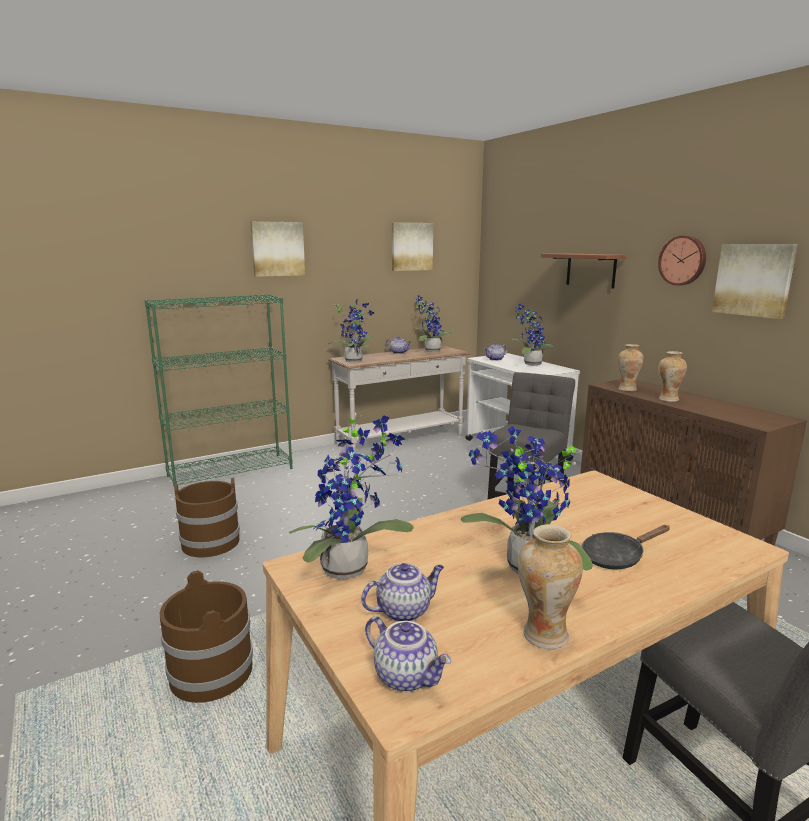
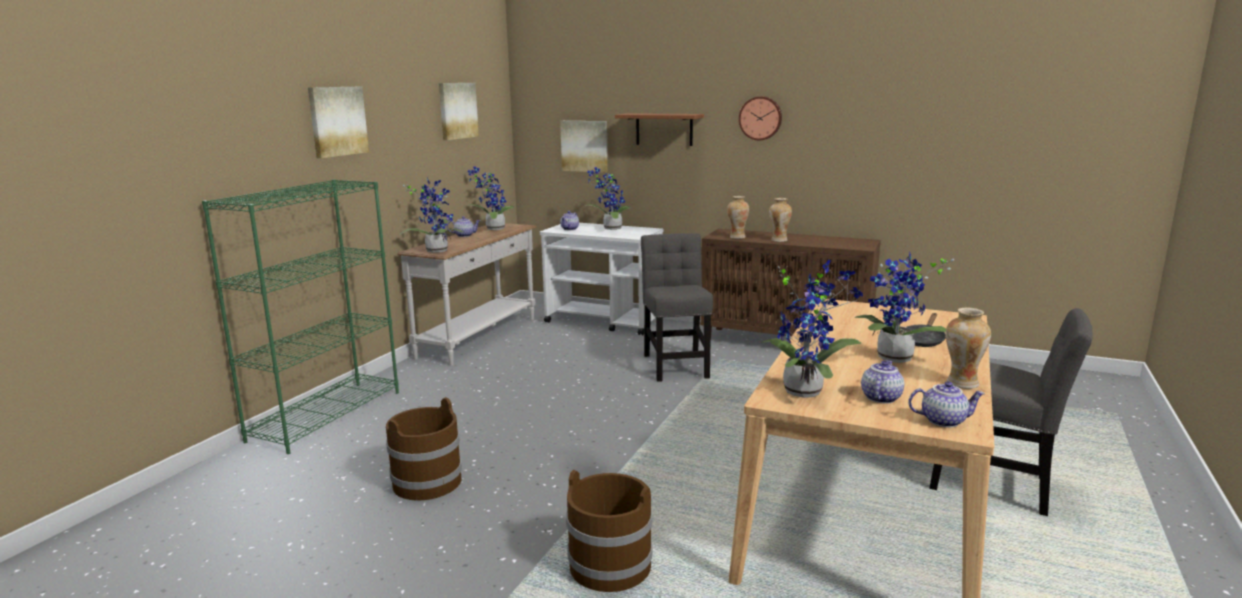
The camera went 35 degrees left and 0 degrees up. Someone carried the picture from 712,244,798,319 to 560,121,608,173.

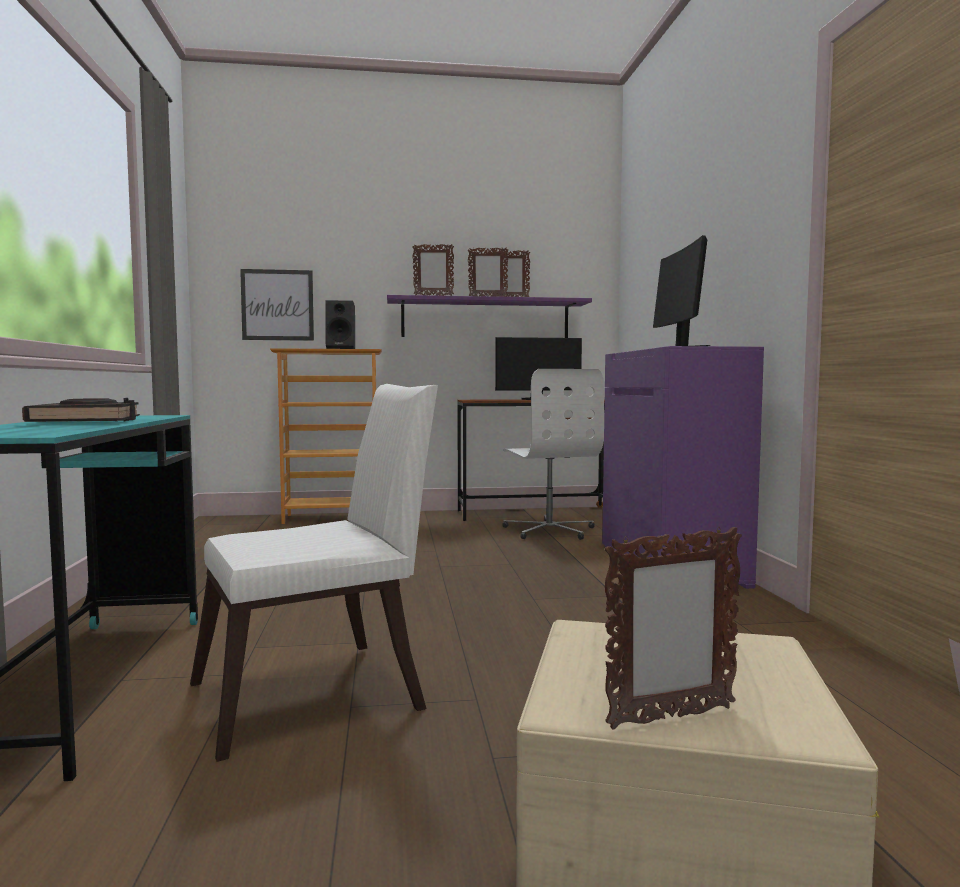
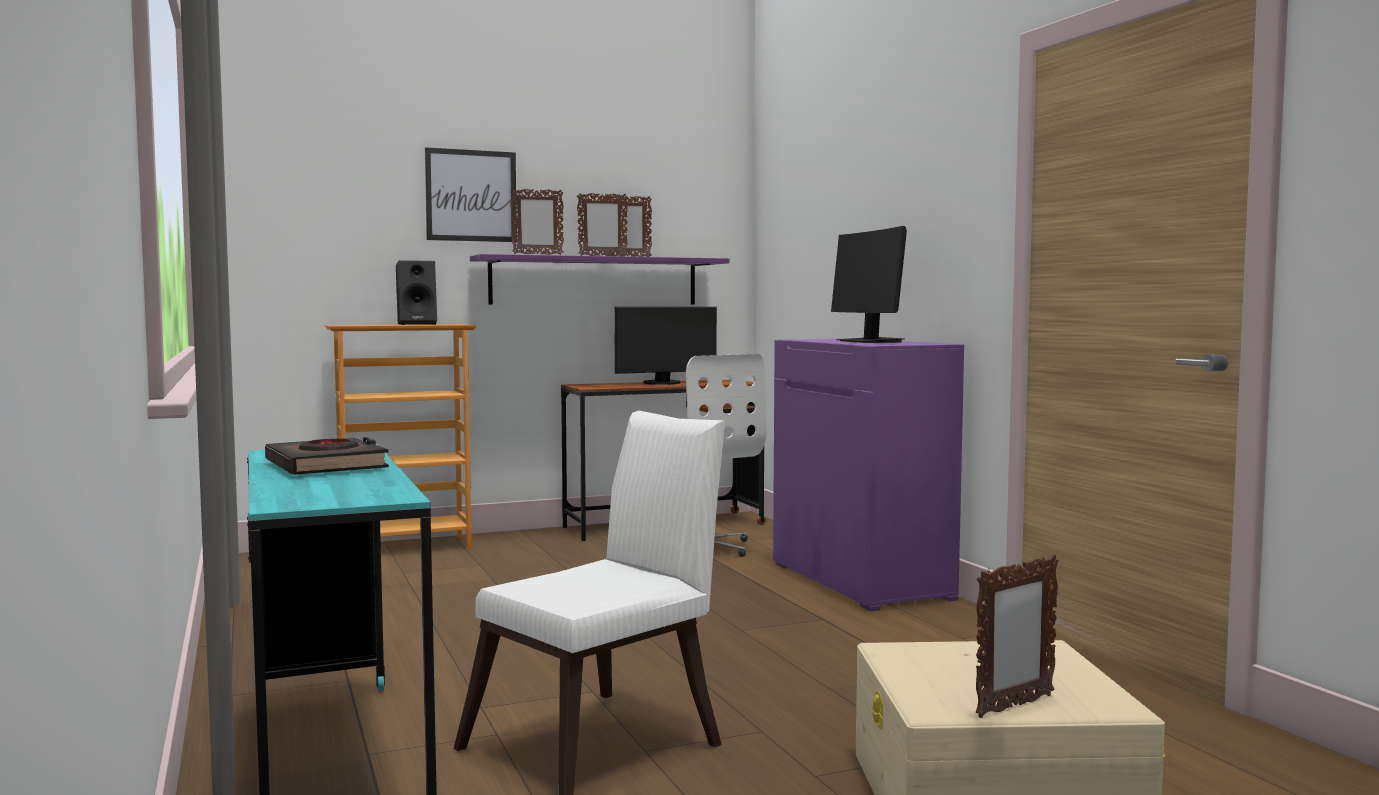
The camera went 15 degrees left and 0 degrees up. Someone carried the picture from 240,269,314,341 to 425,147,517,242.

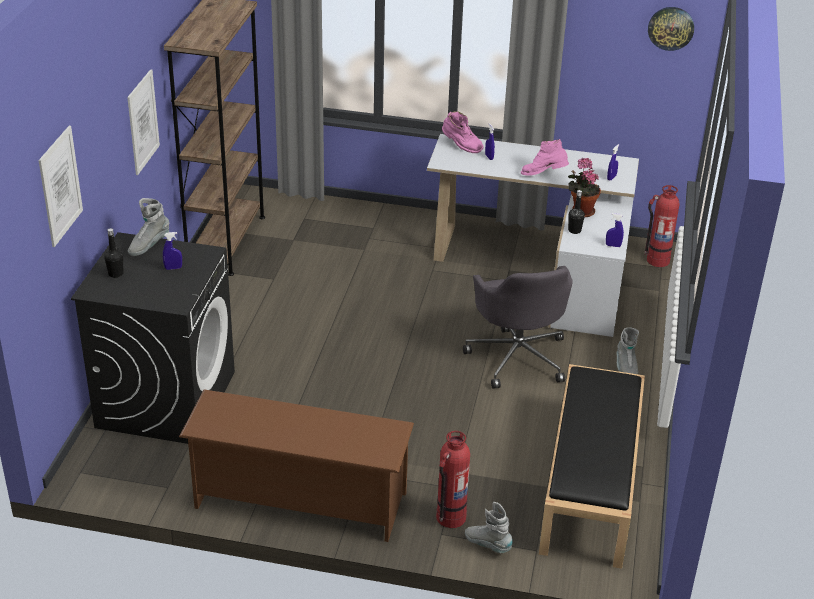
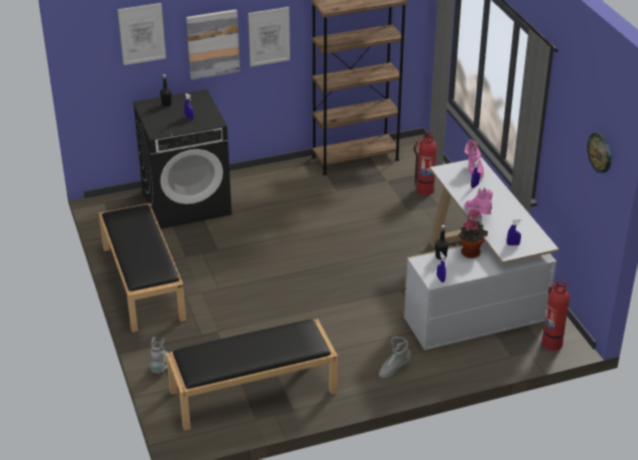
The camera went 60 degrees right and 0 degrees up. Someone took away the grey boot at 128,198,170,256. Someone took away the grey office chair at 463,266,572,389. Someone put up the picture at 186,9,240,80. Someone carried the fire extinguisher from 436,431,470,528 to 414,133,437,195. Someone swapped the brown shoe rack at 179,389,414,542 for the black bench at 99,203,186,332.

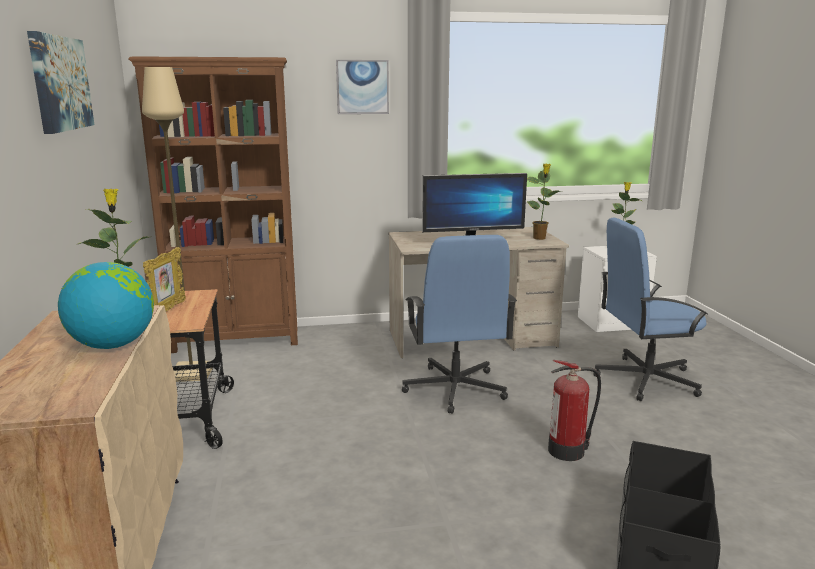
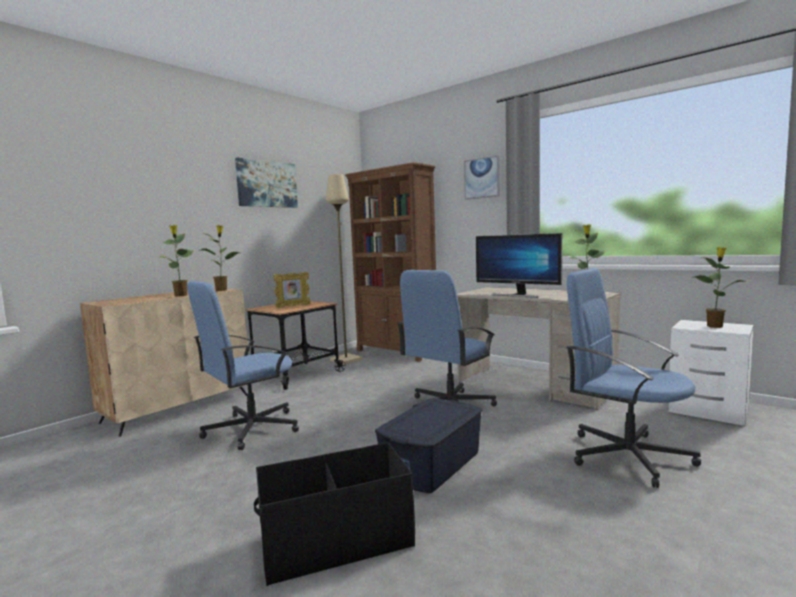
The camera went 50 degrees right and 10 degrees down. Someone put down the blue office chair at 187,281,299,450. Someone swapped the globe at 58,262,154,349 for the potted plant at 158,225,194,297. Someone swapped the fire extinguisher at 548,360,601,461 for the blue storage box at 375,398,482,493.

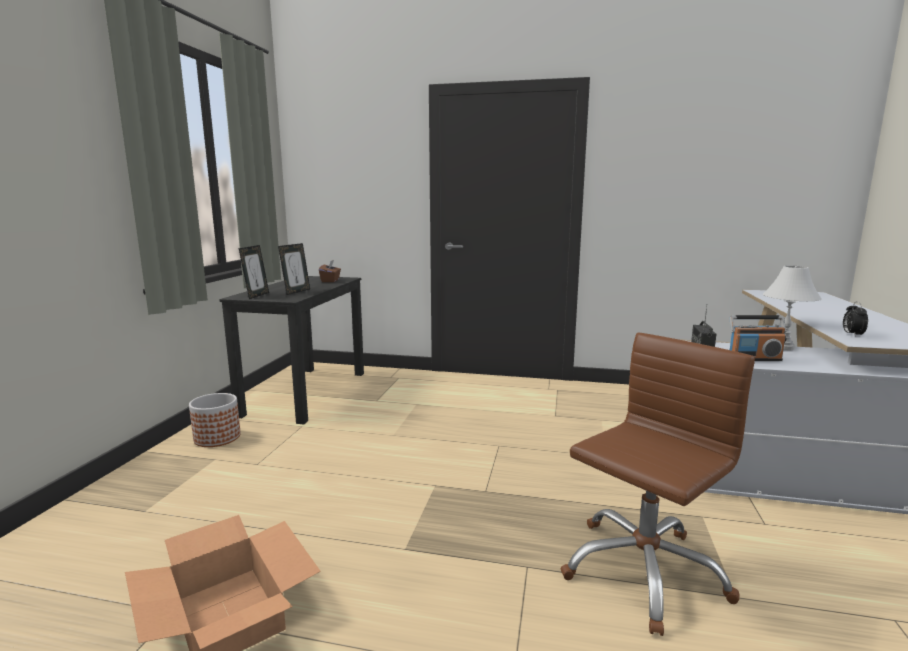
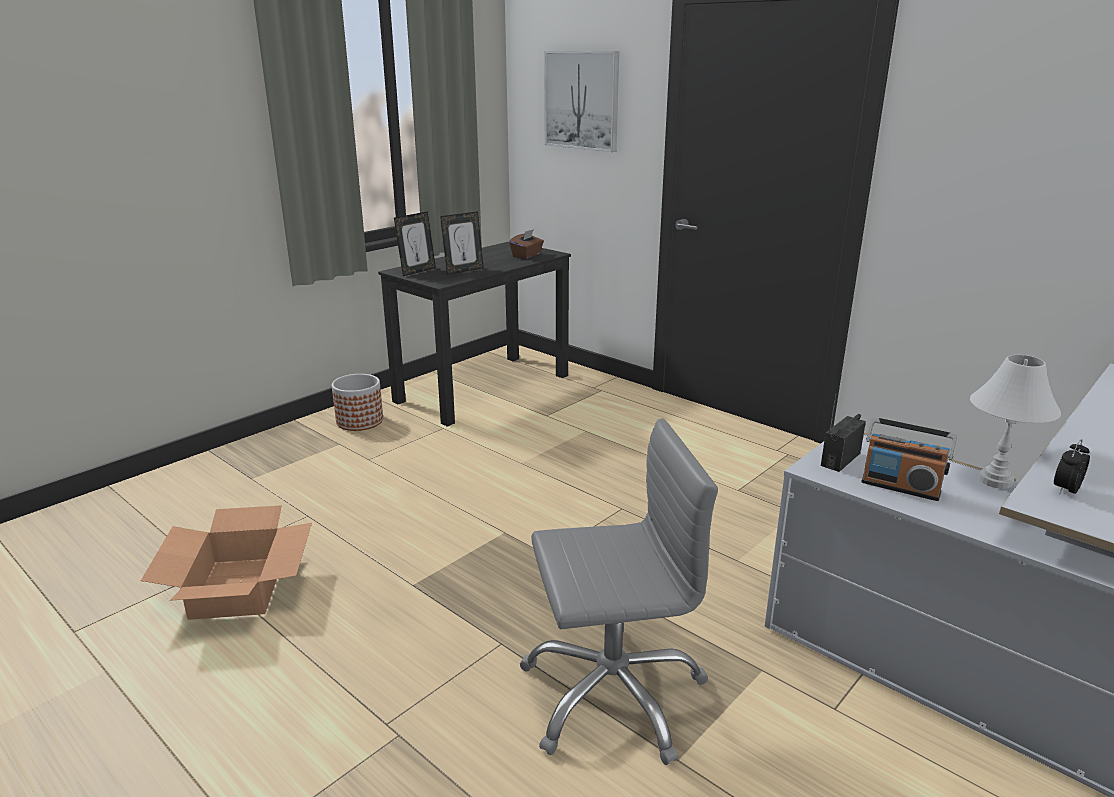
The camera went 30 degrees right and 10 degrees up. Someone put up the picture at 544,51,619,152. Someone repainted the brown office chair at 561,332,755,636, which became the grey office chair at 520,418,718,765.

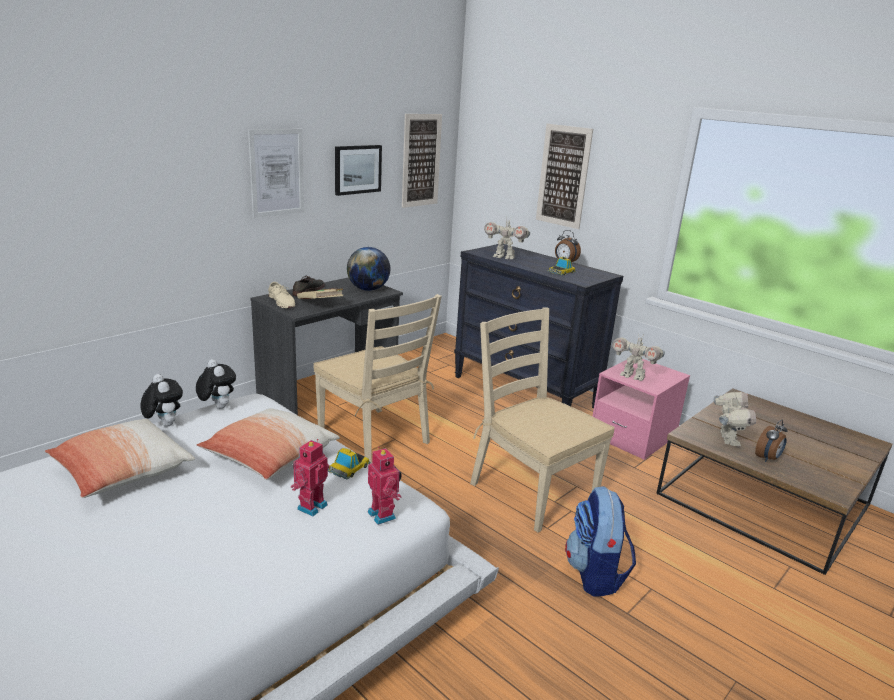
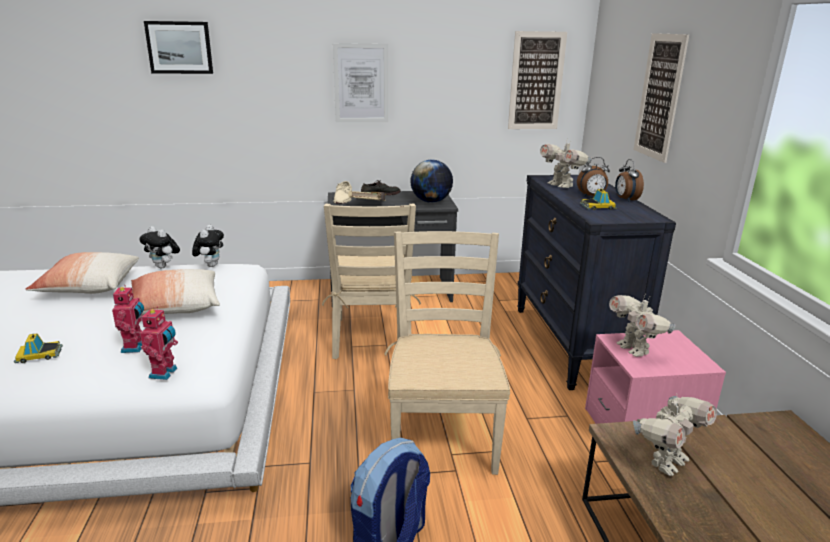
The camera went 40 degrees right and 0 degrees up. Someone carried the toy car from 328,448,371,480 to 14,333,63,363. Someone carried the picture from 335,145,382,196 to 144,21,213,74. Someone carried the alarm clock from 755,420,787,462 to 577,157,610,197. Someone rotated the plush toy at 140,374,183,427 by 120 degrees clockwise. Someone rotated the toy robot at 291,439,329,516 by 105 degrees clockwise.

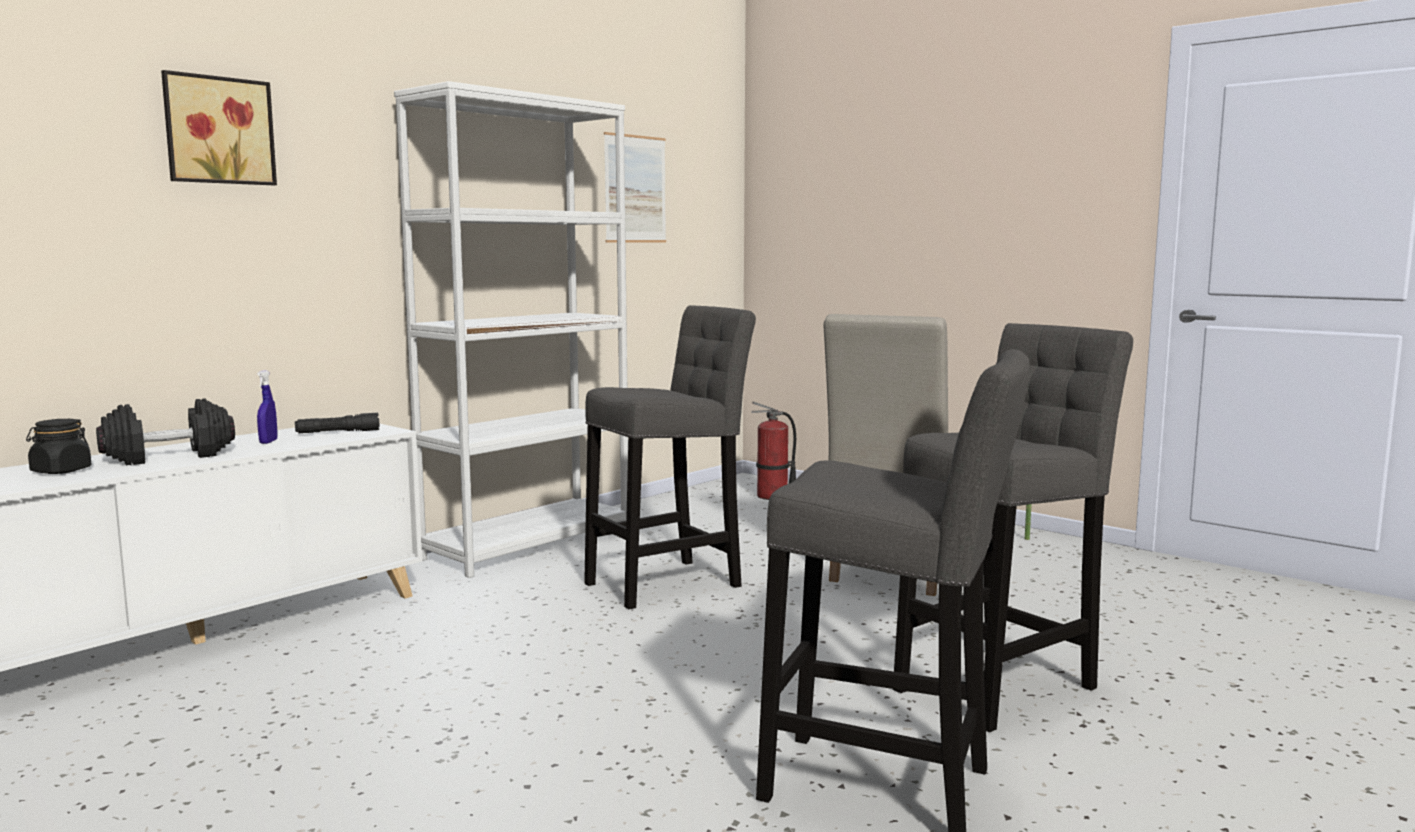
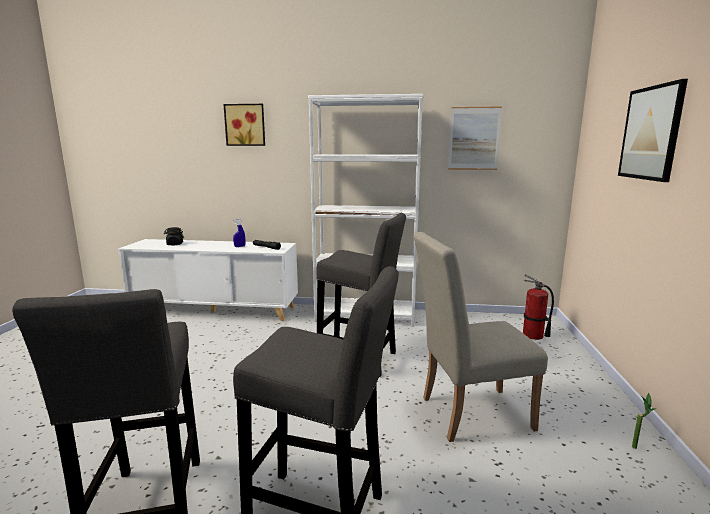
The camera went 55 degrees right and 5 degrees up. Someone took away the black dumbbell at 96,398,235,465. Someone put up the picture at 618,79,688,182.

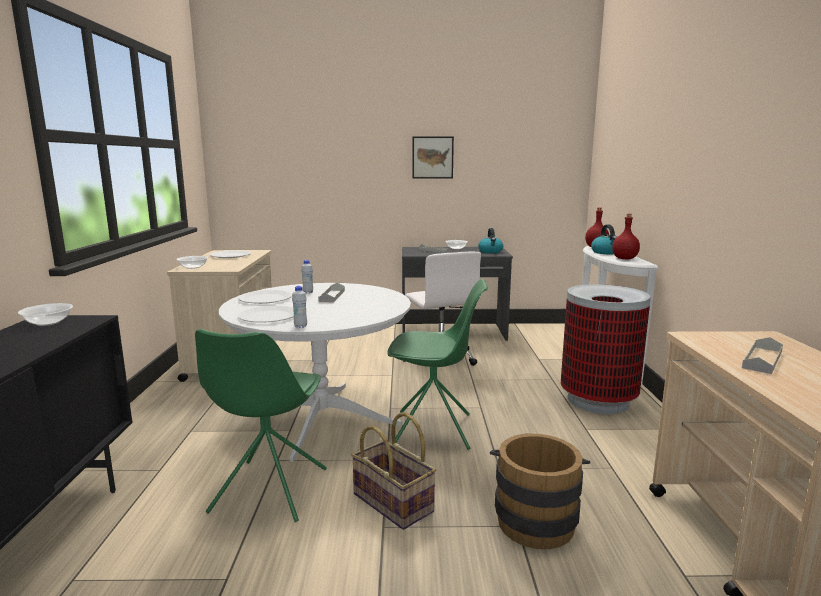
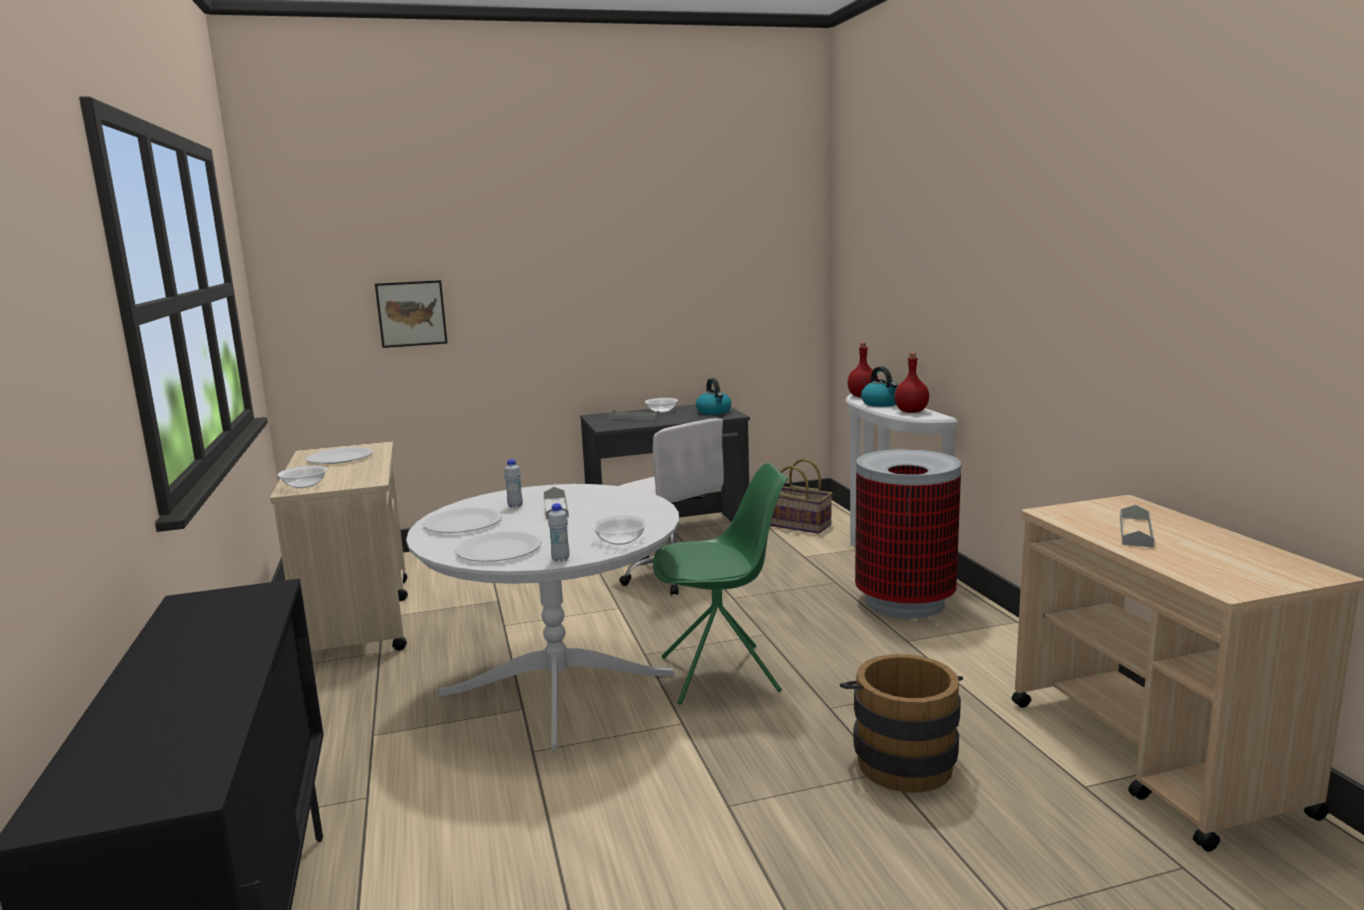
The camera went 15 degrees left and 0 degrees up. Someone took away the green chair at 195,329,327,522. Someone carried the bowl from 18,303,73,326 to 592,516,647,545. Someone carried the basket from 351,412,436,530 to 770,458,832,534. Someone carried the picture from 413,136,454,179 to 375,280,447,348.

